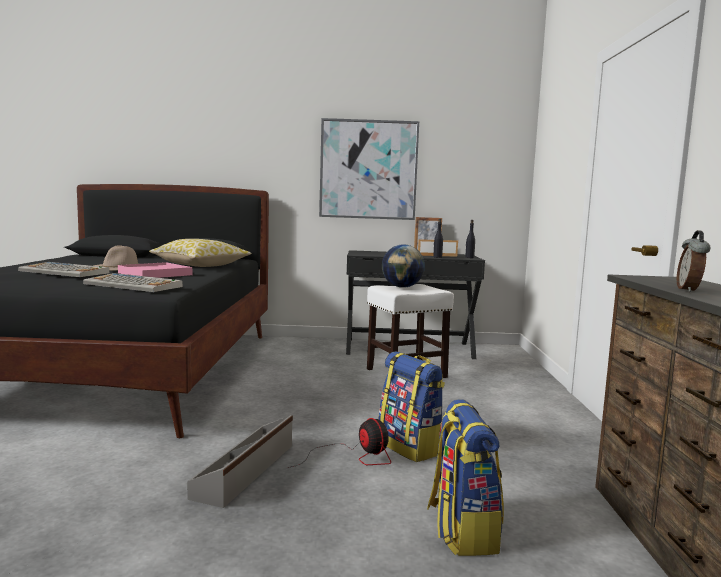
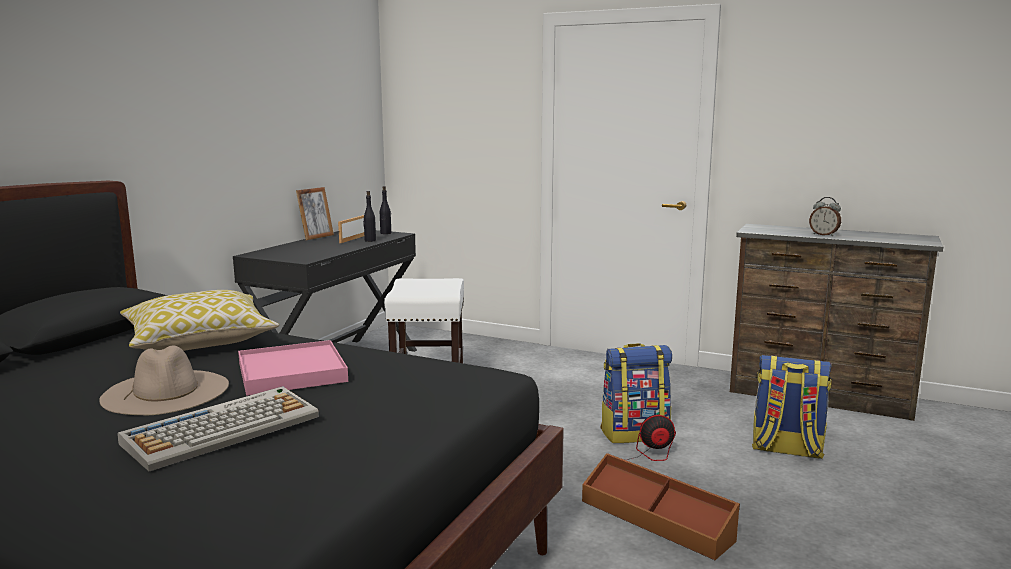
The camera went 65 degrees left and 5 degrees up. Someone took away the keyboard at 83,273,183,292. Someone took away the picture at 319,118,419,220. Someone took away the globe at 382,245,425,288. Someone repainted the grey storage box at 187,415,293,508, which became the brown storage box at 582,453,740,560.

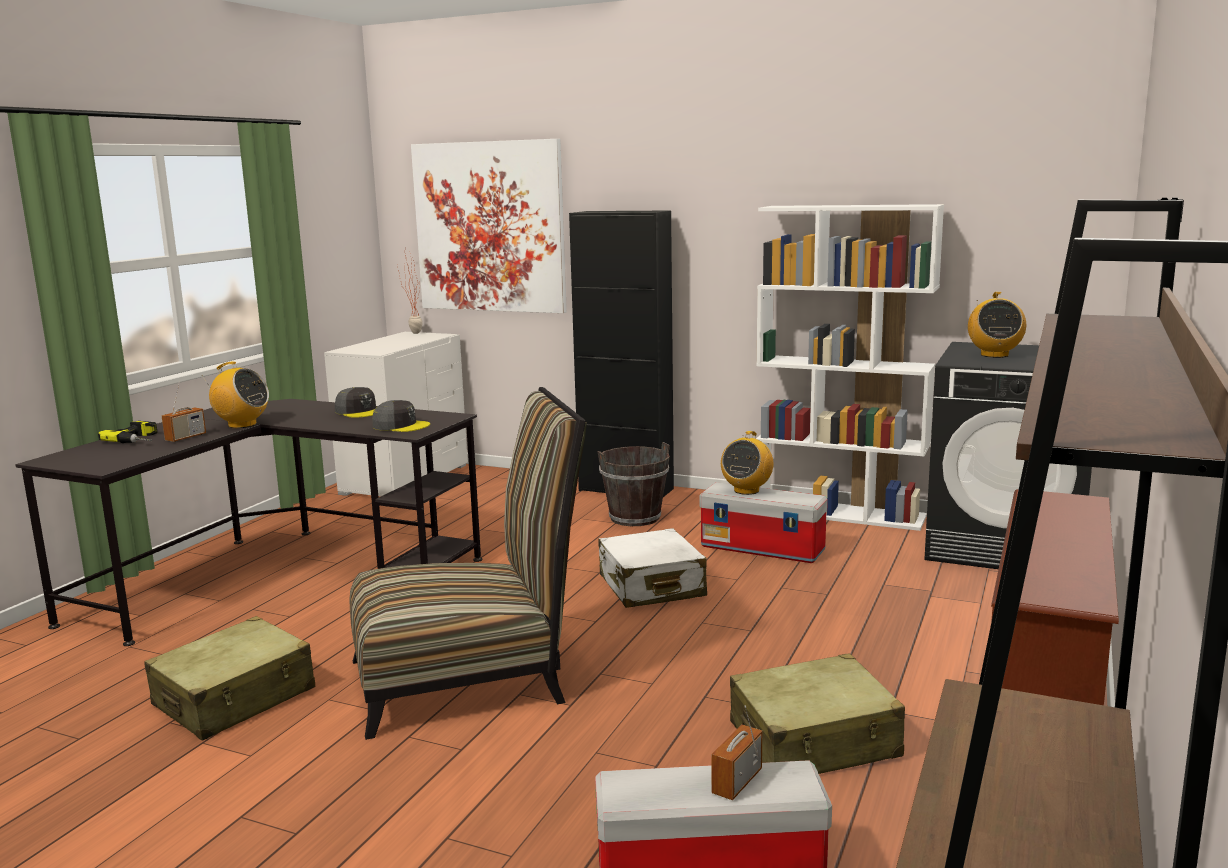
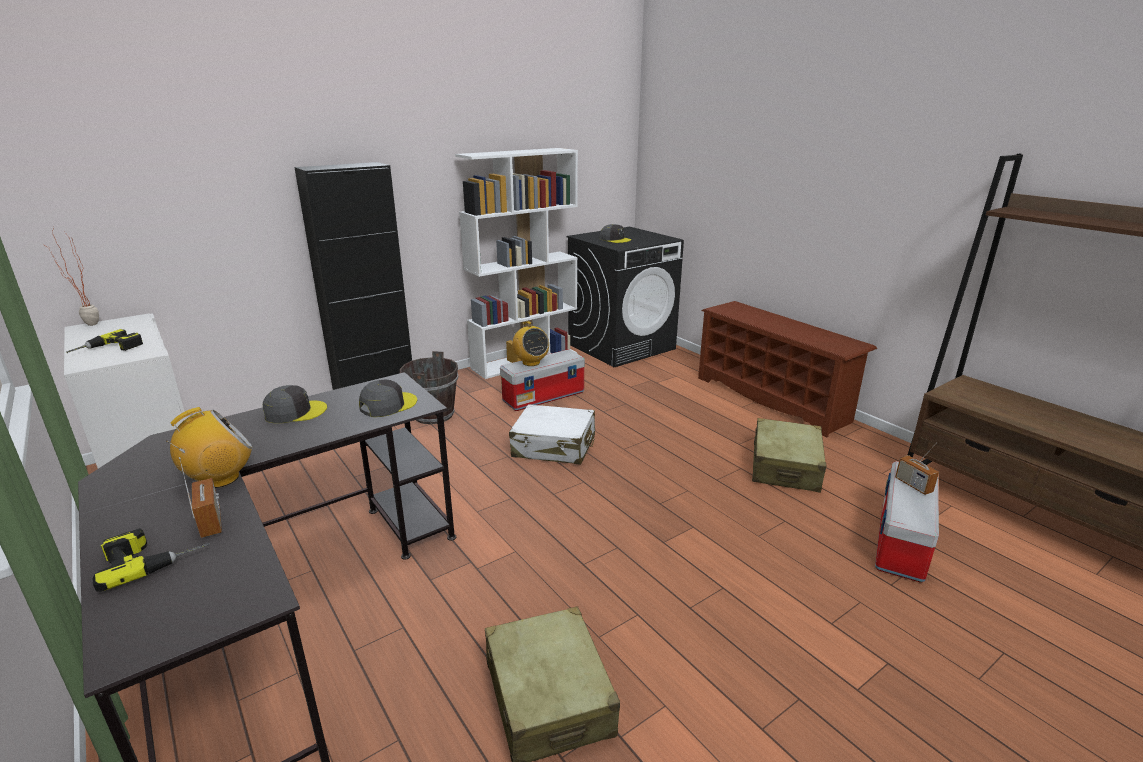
The camera went 60 degrees left and 10 degrees up. Someone took away the chair at 349,387,587,740. Someone took away the picture at 411,139,567,313. Someone put down the power drill at 66,329,143,353. Someone swapped the radio at 968,292,1026,358 for the grey cap at 600,224,631,243.

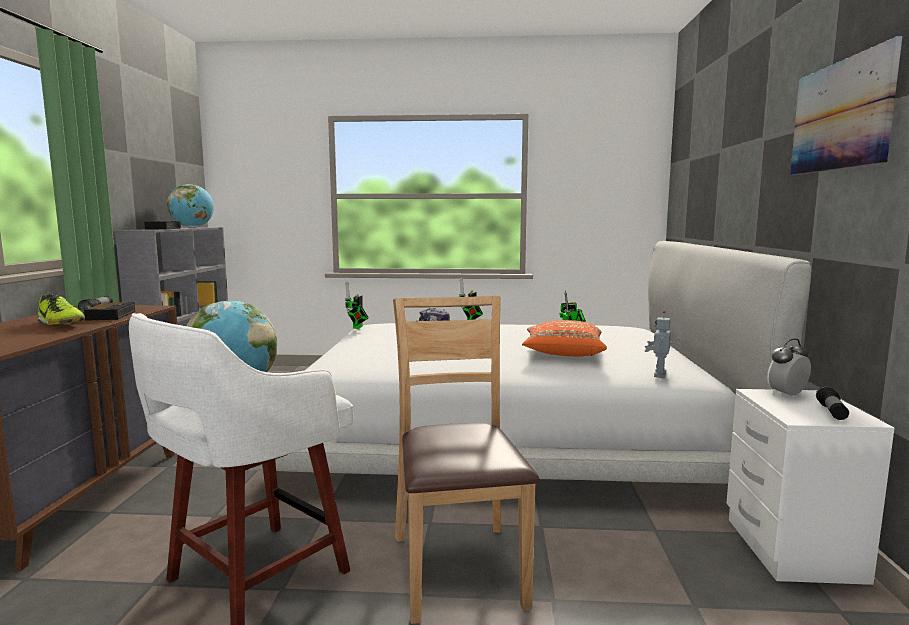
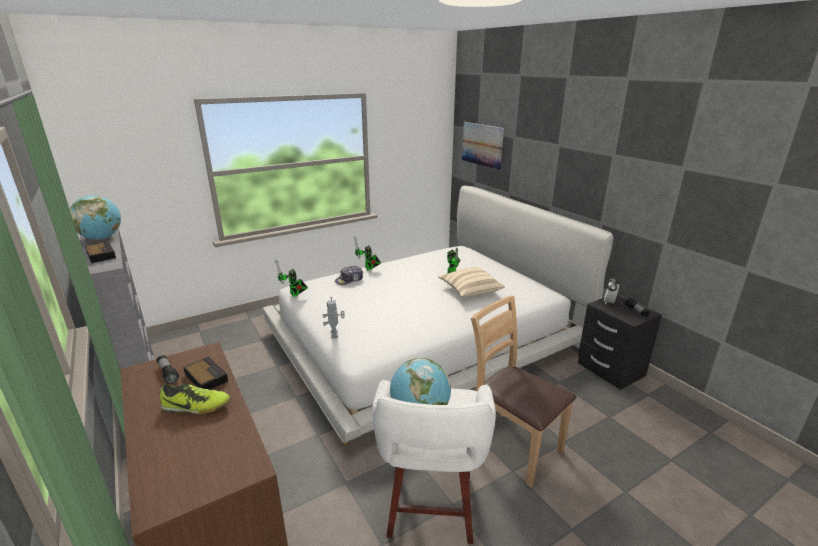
The camera went 35 degrees left and 15 degrees up. Someone carried the toy robot from 645,311,682,378 to 323,297,345,338. Someone carried the picture from 790,36,902,175 to 462,122,504,170. Someone repainted the orange pillow at 522,320,607,356, which became the beige pillow at 438,267,505,297. Someone repainted the white nightstand at 726,389,894,585, which became the black nightstand at 578,295,662,390.

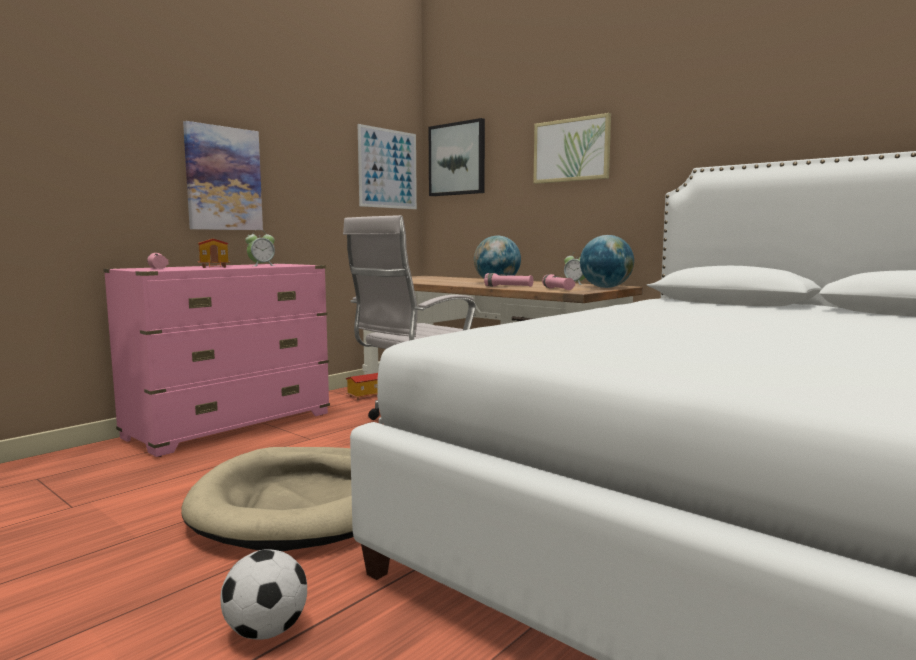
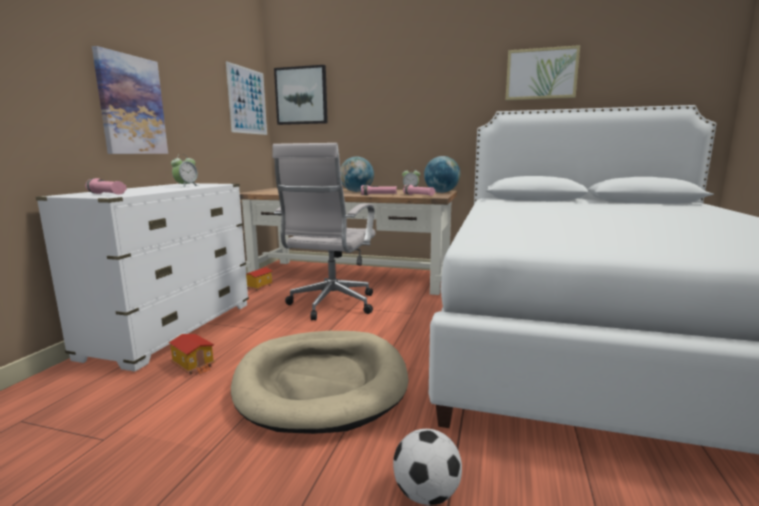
The camera went 25 degrees left and 5 degrees up. Someone carried the toy house from 198,239,230,268 to 169,334,216,375. Someone carried the picture from 533,113,611,184 to 505,45,580,101. Someone repainted the pink dresser at 103,263,330,457, which became the white dresser at 36,183,249,371.

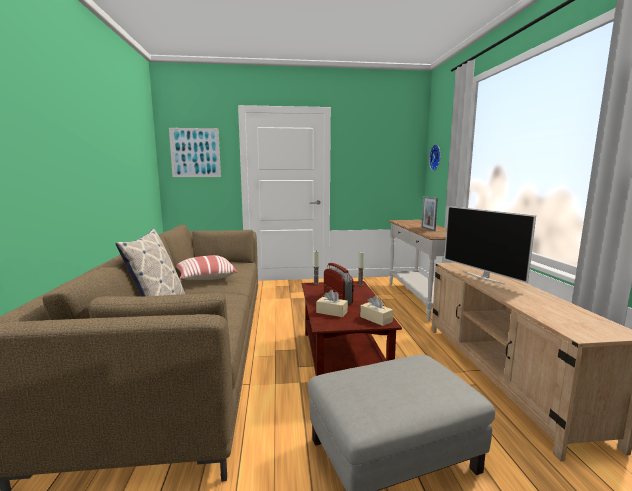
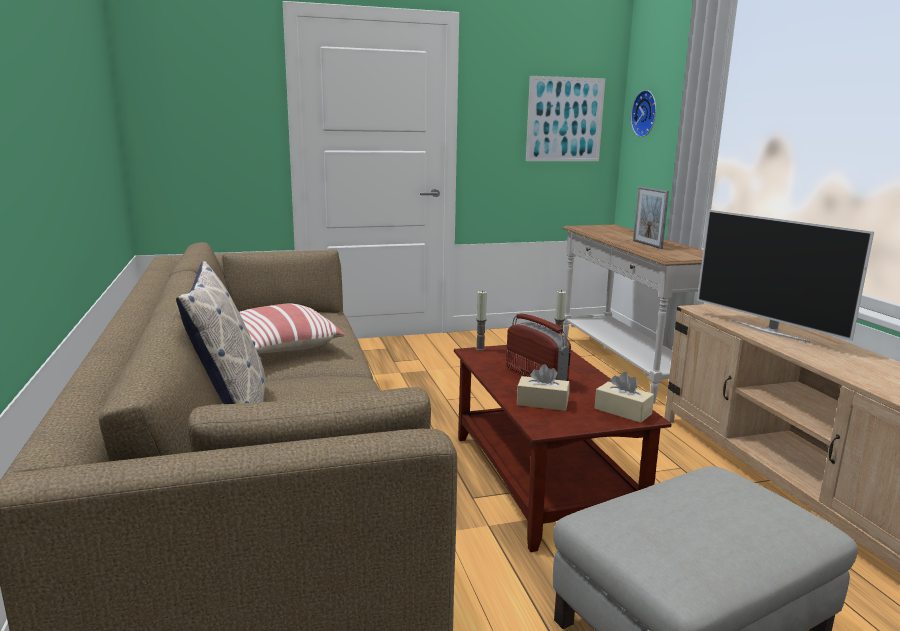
The camera went 10 degrees left and 5 degrees up. Someone carried the picture from 169,128,221,177 to 526,76,605,161.

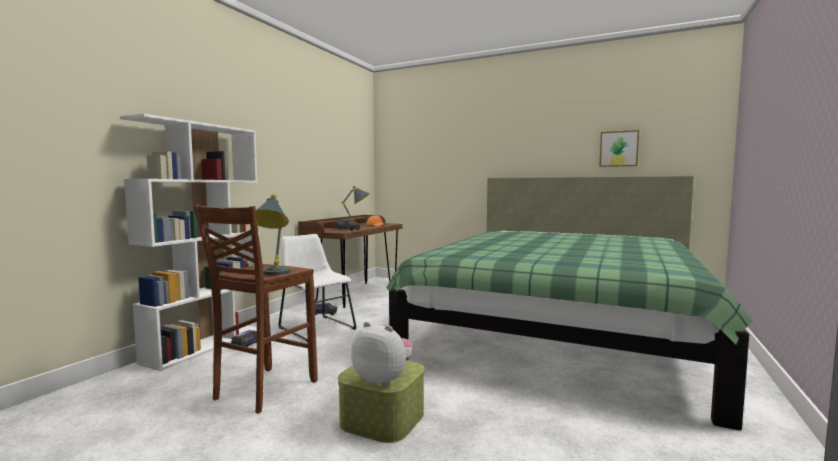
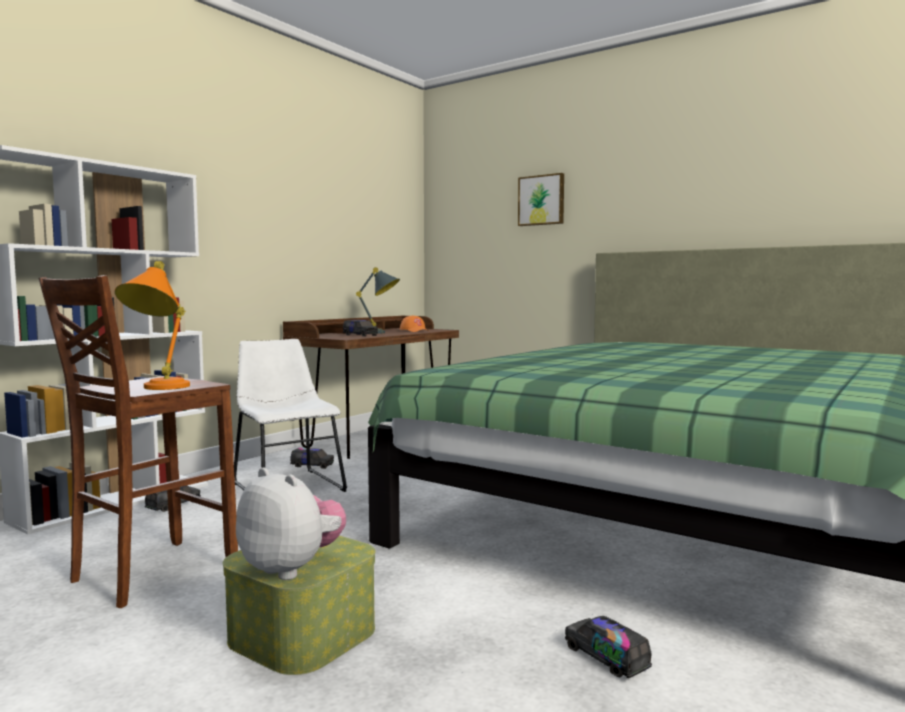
The camera went 10 degrees right and 0 degrees up. Someone put down the toy truck at 565,616,652,678. Someone carried the picture from 599,130,639,167 to 518,173,564,226. Someone repainted the grey table lamp at 256,194,291,275, which became the orange table lamp at 115,261,190,390.

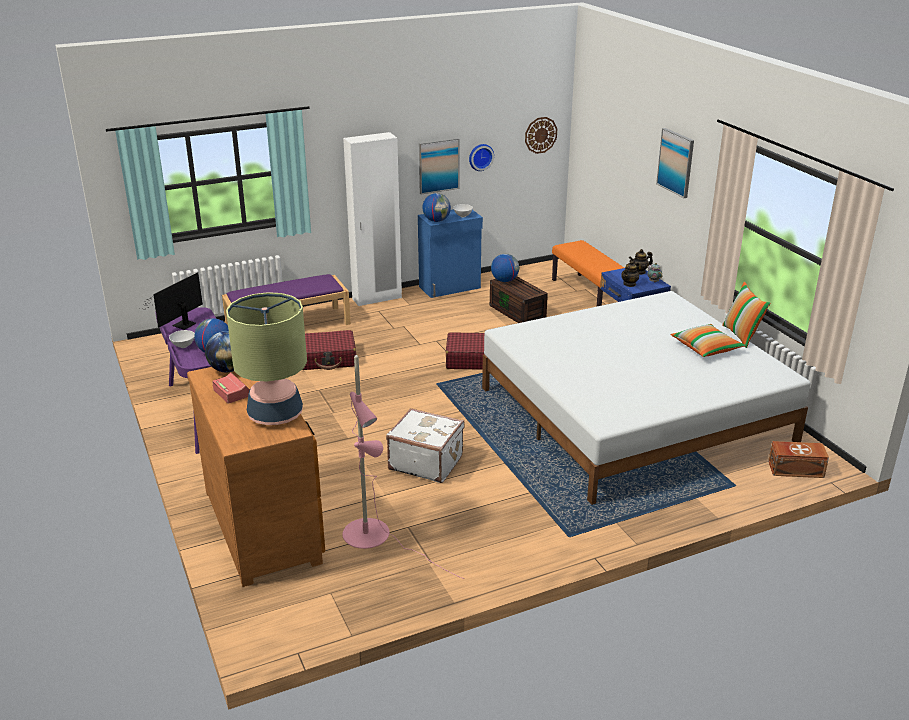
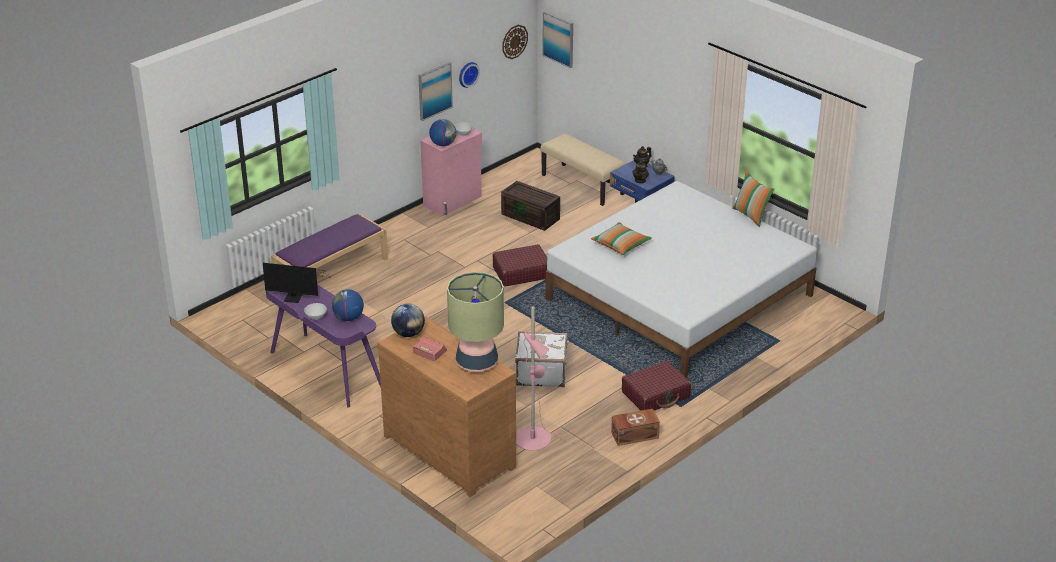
The camera went 20 degrees left and 5 degrees up. Someone took away the white wardrobe at 343,132,402,306. Someone took away the globe at 491,254,519,282. Someone carried the red suitcase from 302,330,356,370 to 622,361,691,411. Someone carried the picture from 656,128,694,198 to 542,11,573,68. Someone carried the pillow from 671,324,746,357 to 591,222,652,255. Someone carried the brown storage box from 768,441,829,478 to 611,409,660,446. Someone repainted the blue cabinet at 418,209,483,298, which became the pink cabinet at 420,122,482,216. Someone repainted the orange bench at 552,240,624,306, which became the beige bench at 540,133,626,206. Someone rotated the monitor at 142,272,203,330 by 90 degrees counterclockwise.

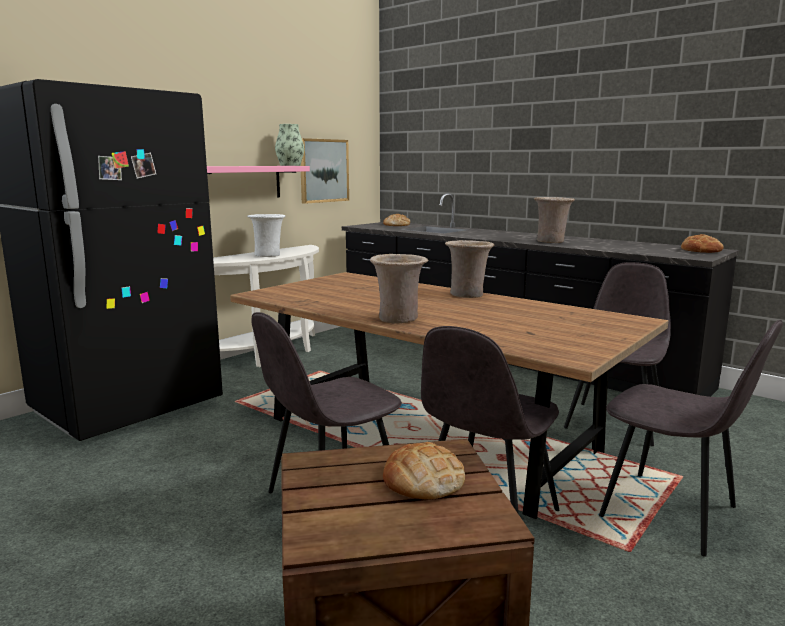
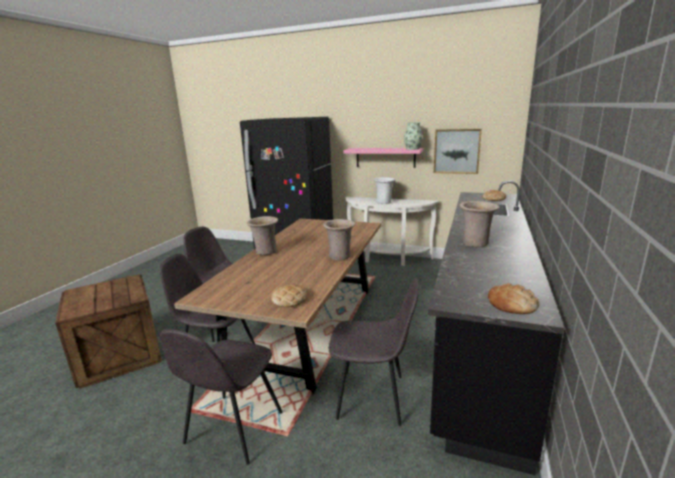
The camera went 70 degrees right and 5 degrees up. Someone carried the bread from 383,442,465,500 to 271,285,307,307.

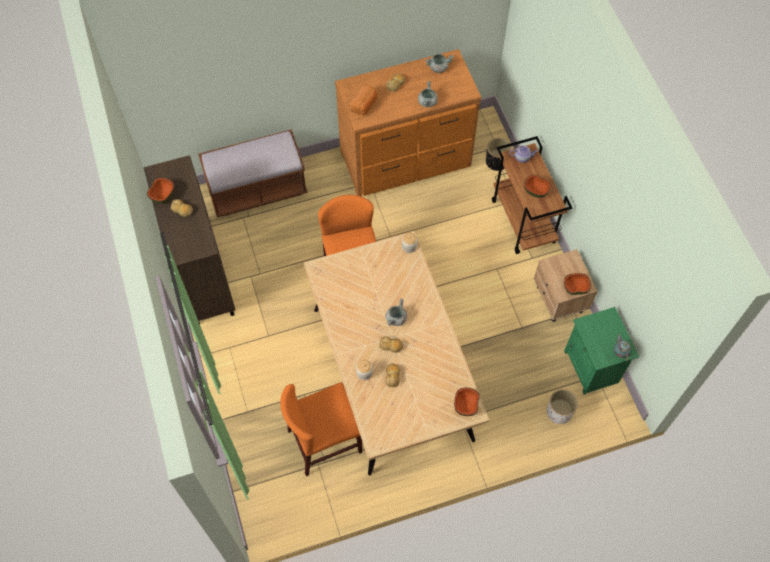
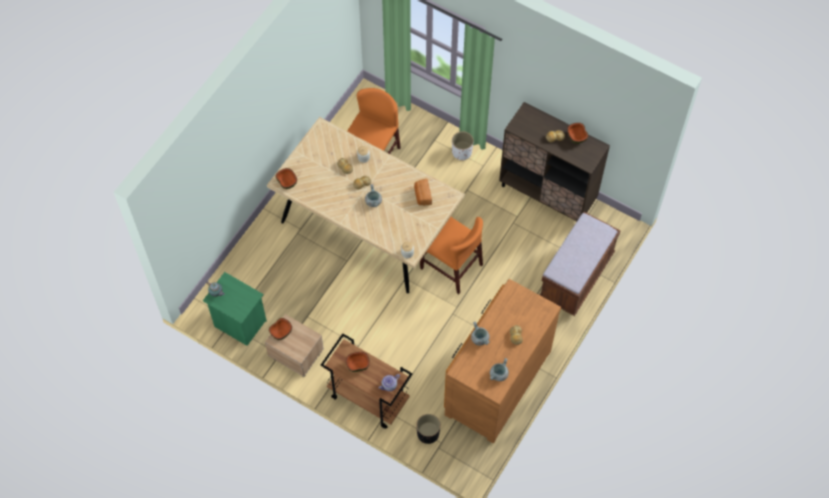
The camera went 140 degrees right and 0 degrees up. Someone carried the bread from 350,84,377,115 to 414,179,432,206. Someone carried the white planter from 547,389,578,424 to 452,131,473,161.

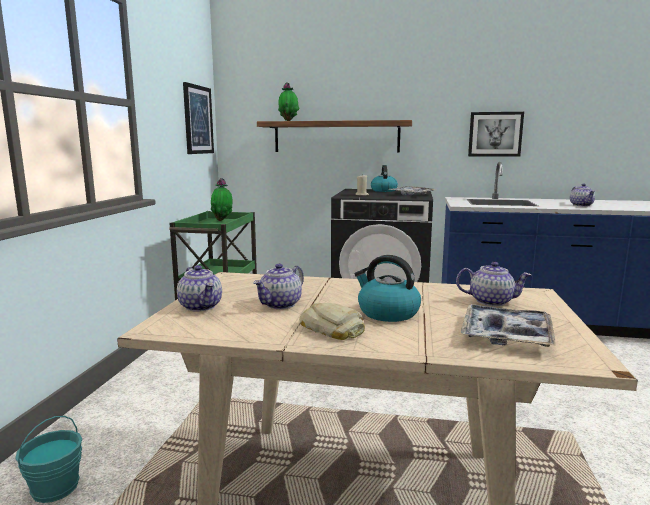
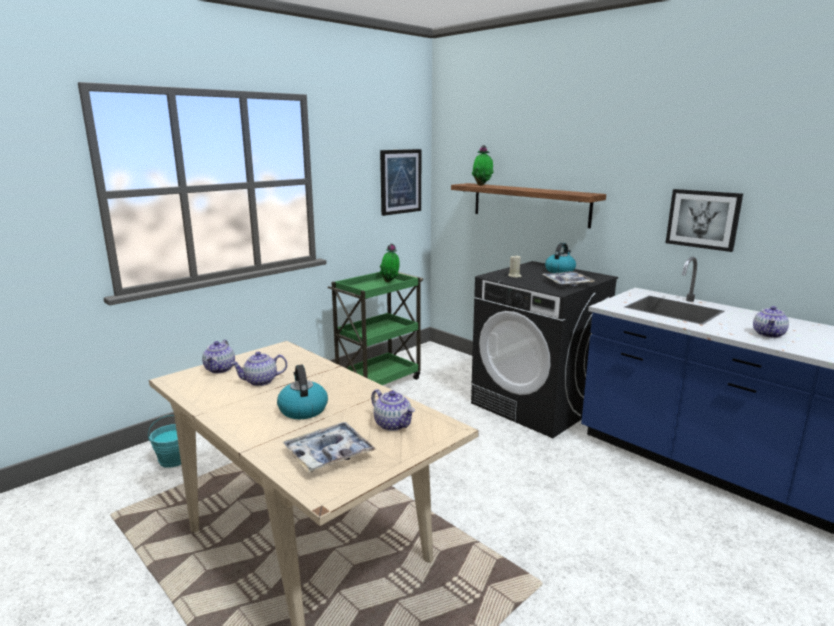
The camera went 35 degrees right and 5 degrees up. Someone took away the bread at 299,303,365,340.

